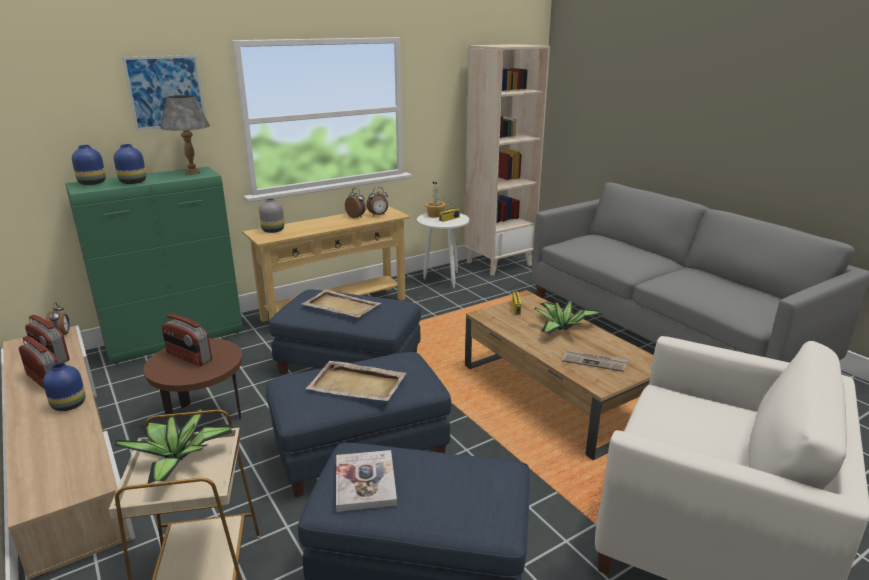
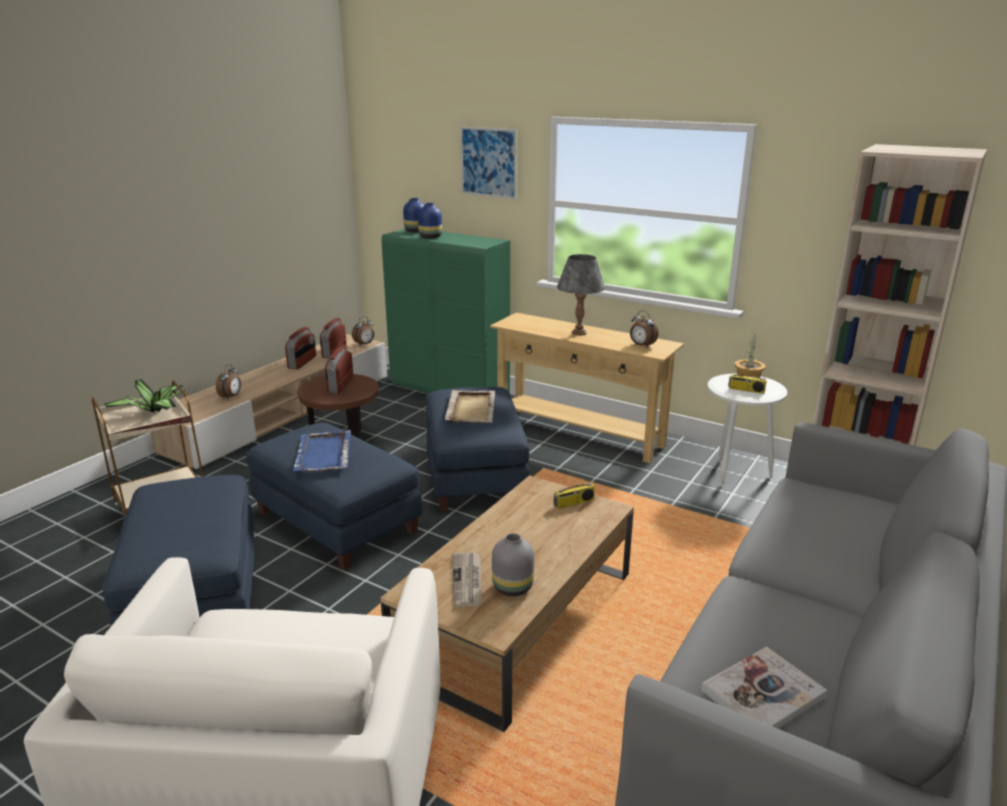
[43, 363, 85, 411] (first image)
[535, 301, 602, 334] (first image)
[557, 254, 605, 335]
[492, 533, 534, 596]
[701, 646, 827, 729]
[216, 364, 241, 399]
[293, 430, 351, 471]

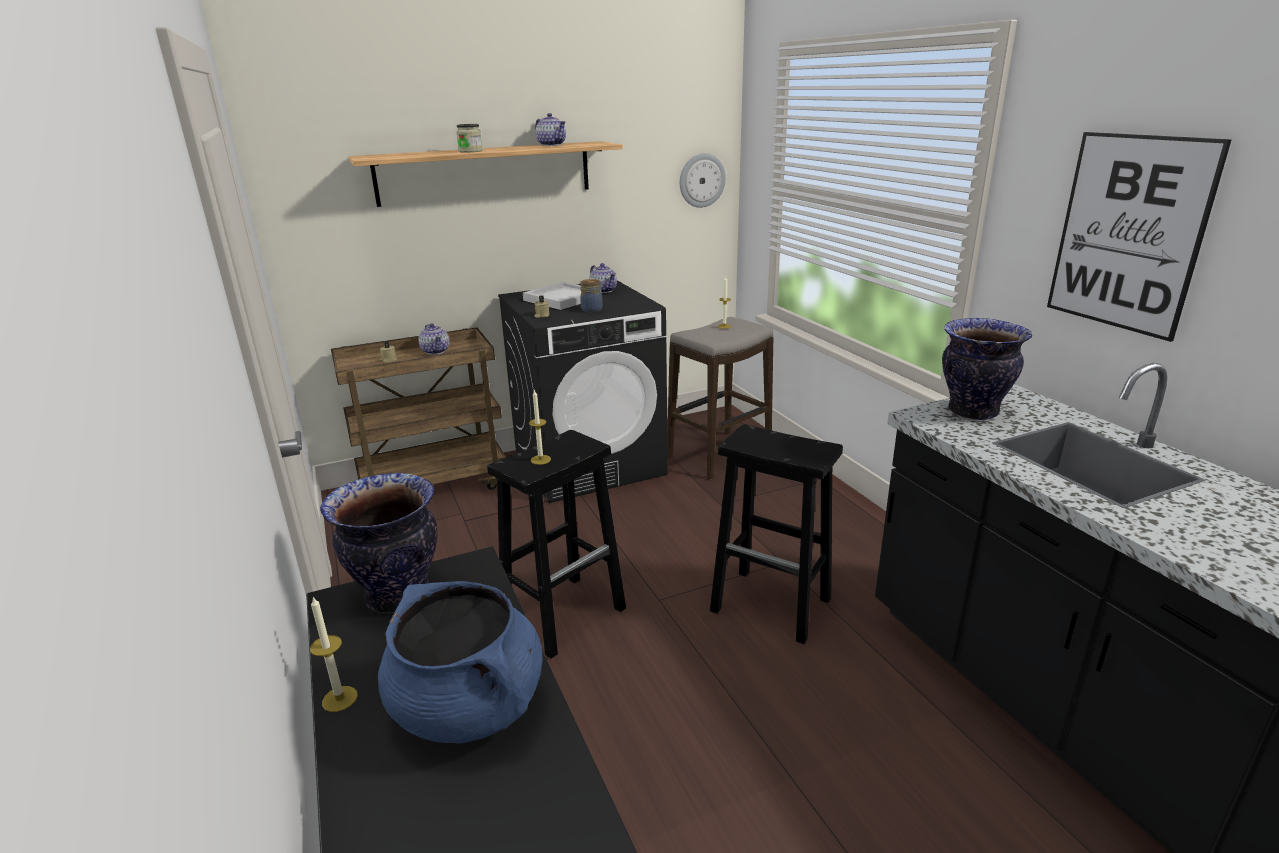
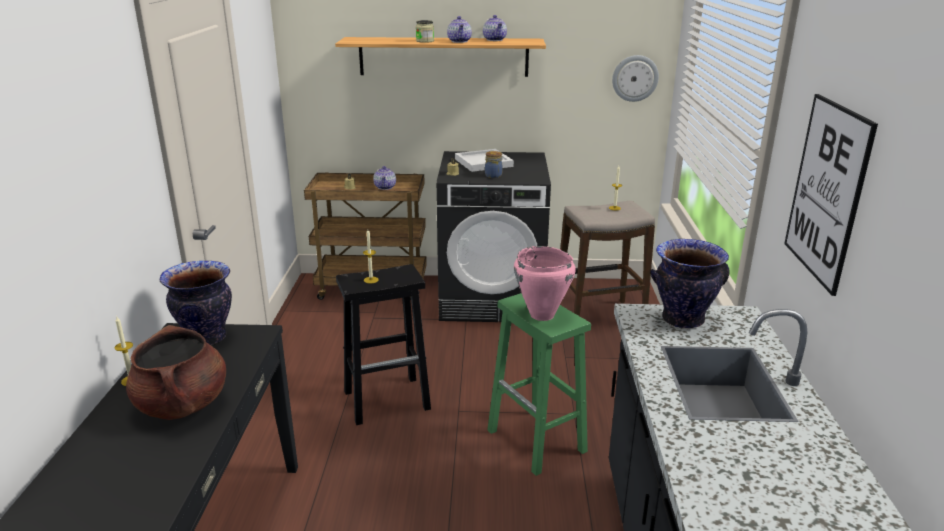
[514, 246, 576, 321]
[447, 16, 472, 43]
[126, 325, 226, 420]
[487, 293, 591, 476]

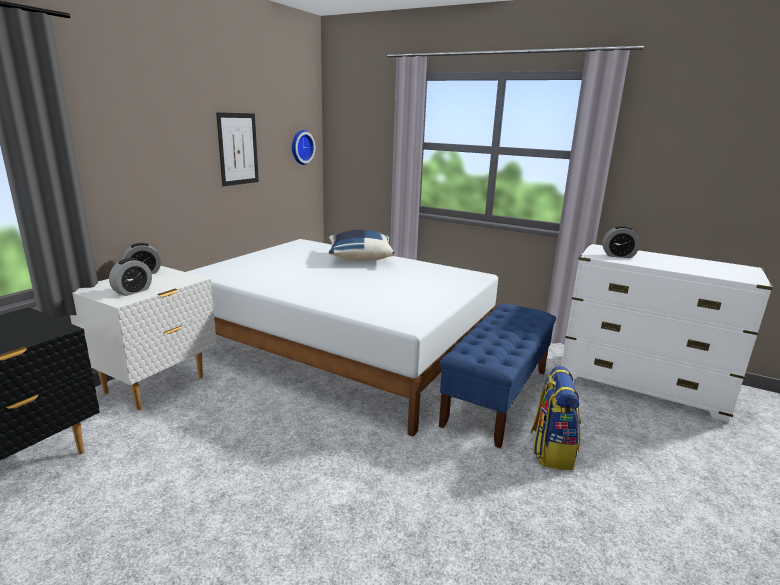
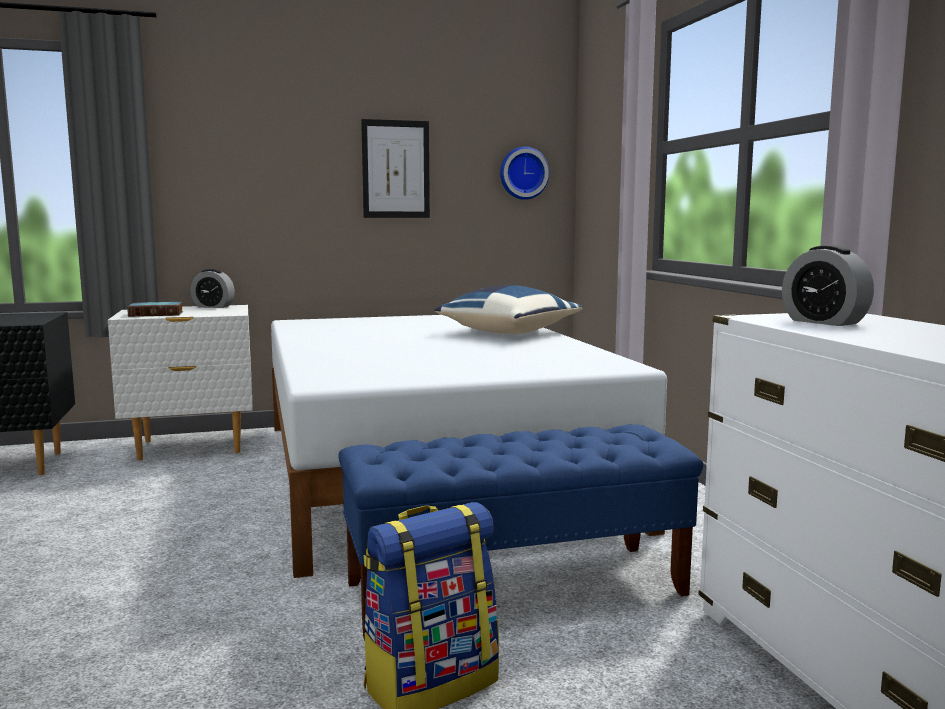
[127, 302, 183, 317]

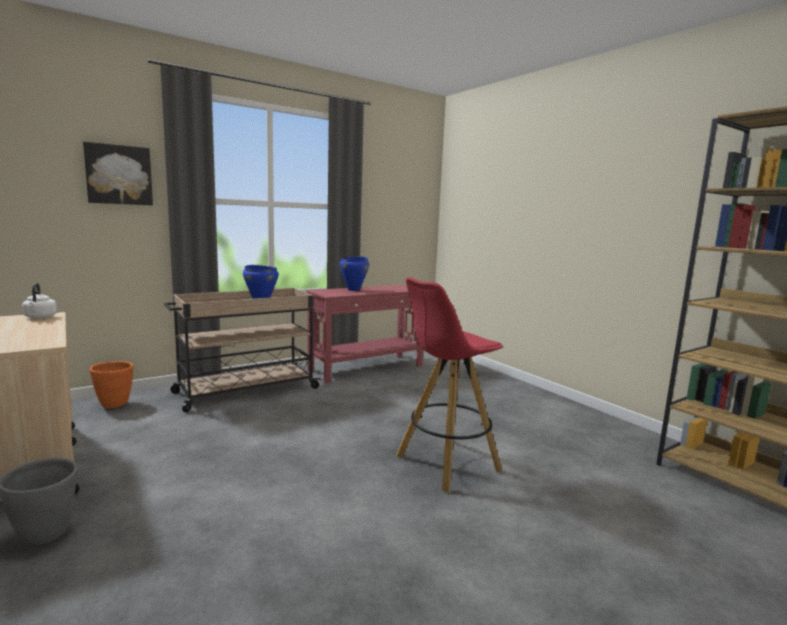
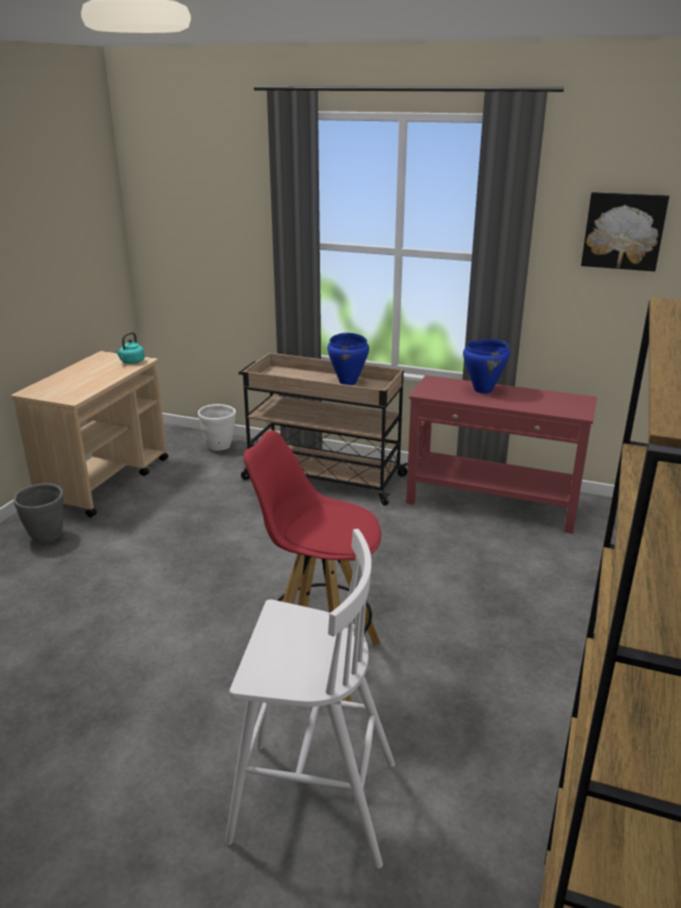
[225, 529, 395, 869]
[581, 192, 669, 271]
[115, 332, 145, 364]
[198, 404, 236, 451]

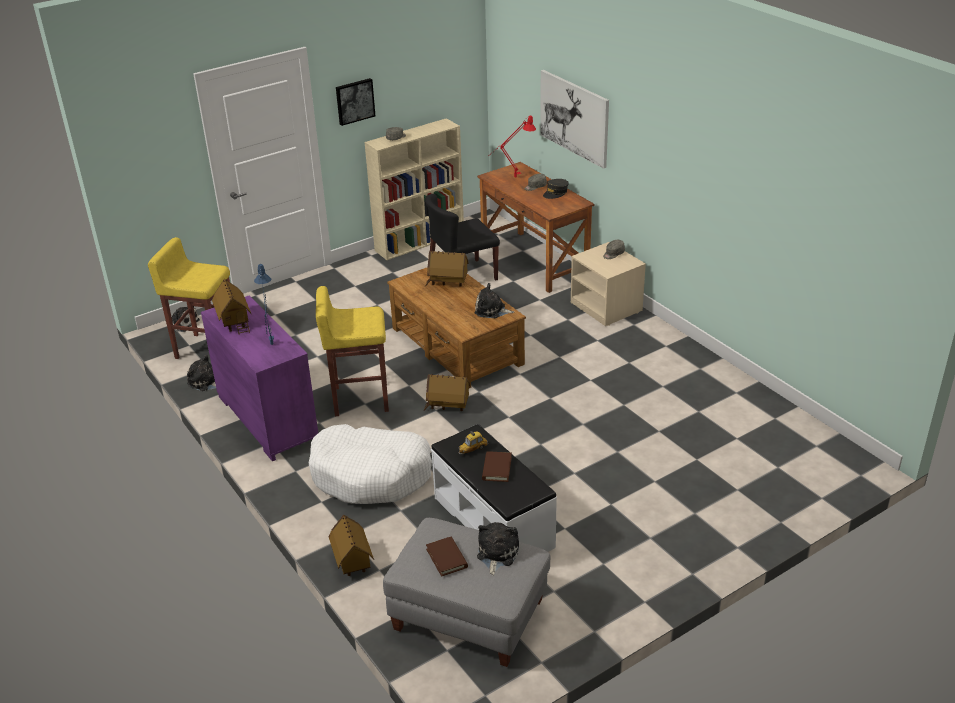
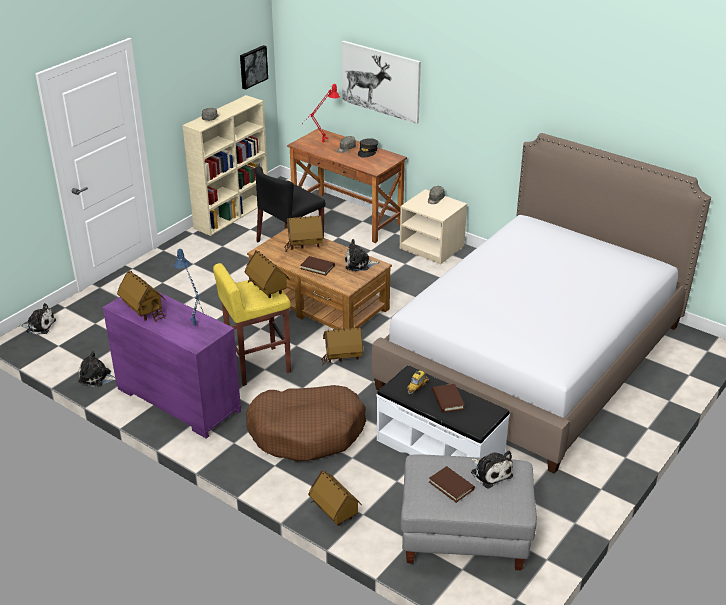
[148, 237, 230, 359] (first image)
[244, 250, 290, 298]
[300, 256, 335, 276]
[371, 133, 711, 474]
[240, 45, 268, 90]
[246, 385, 366, 461]
[471, 451, 513, 488]

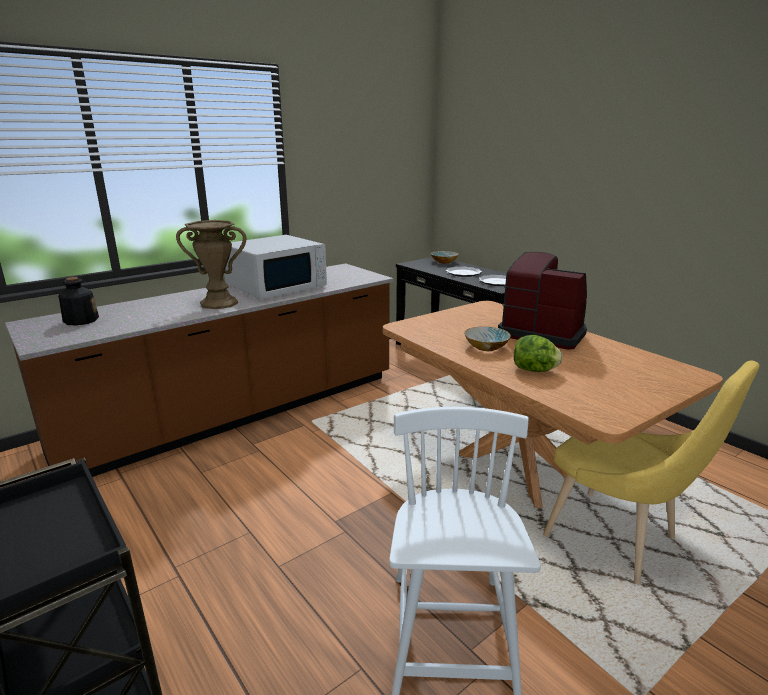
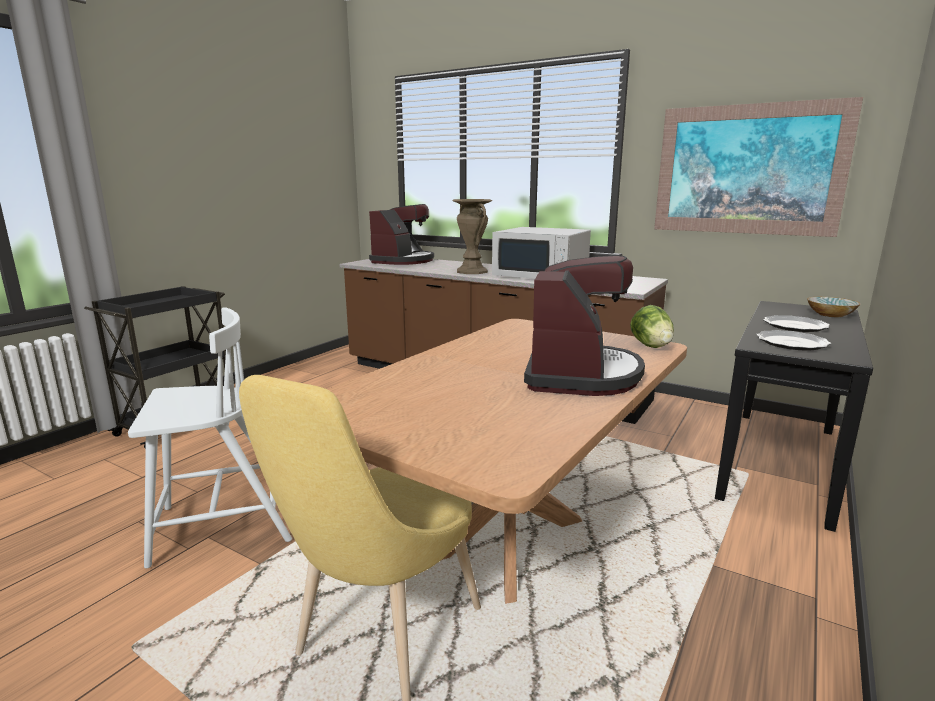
[464, 326, 511, 351] (first image)
[654, 97, 863, 237]
[630, 305, 674, 348]
[369, 204, 434, 265]

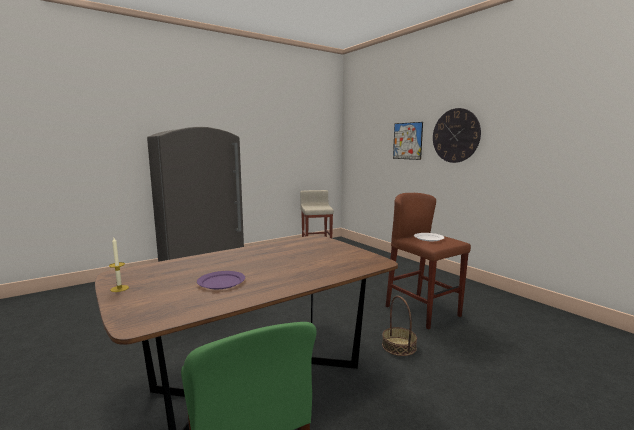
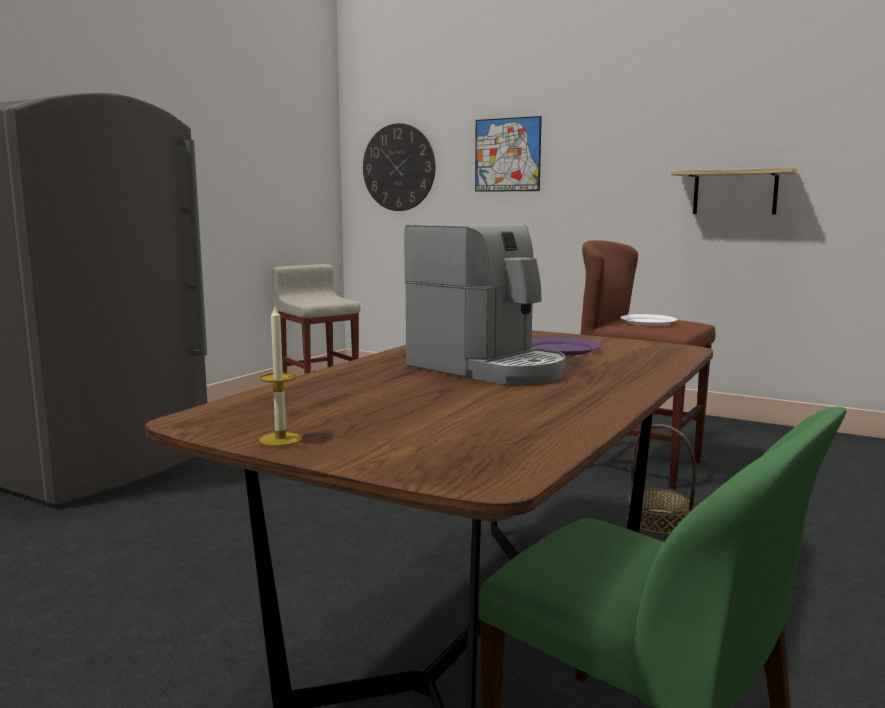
[404, 223, 566, 385]
[670, 168, 798, 215]
[532, 337, 601, 356]
[363, 123, 435, 211]

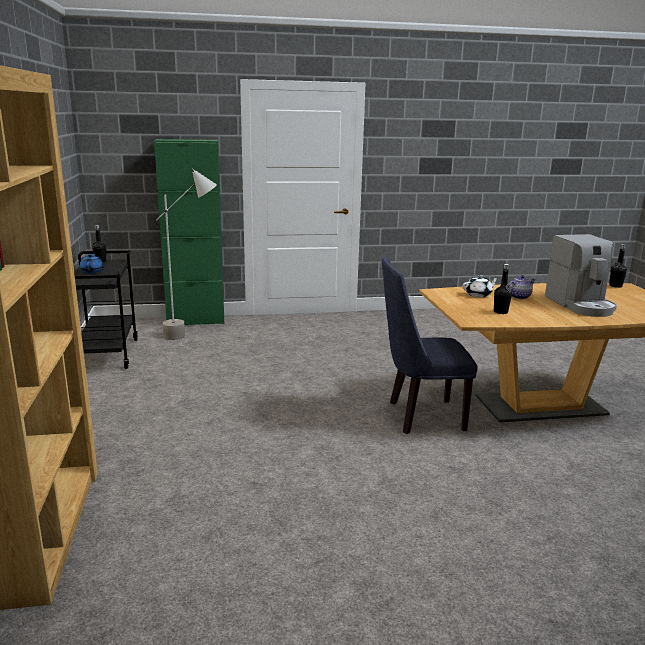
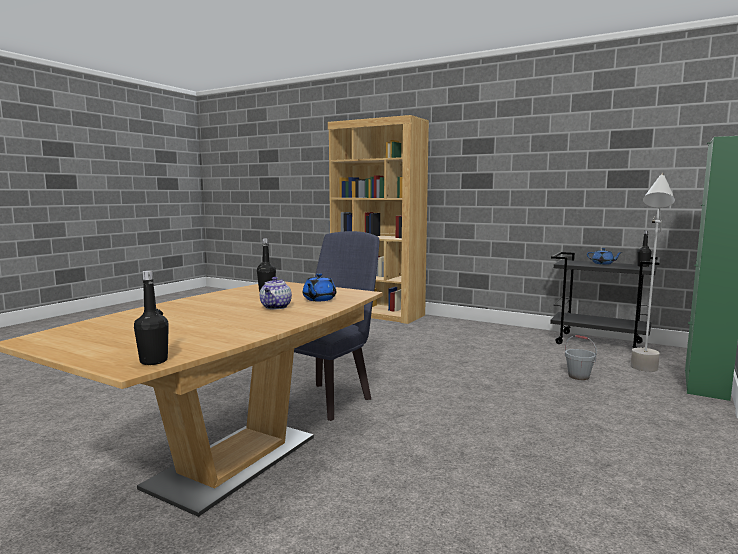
[545, 234, 617, 317] (first image)
[565, 335, 597, 380]
[303, 273, 336, 301]

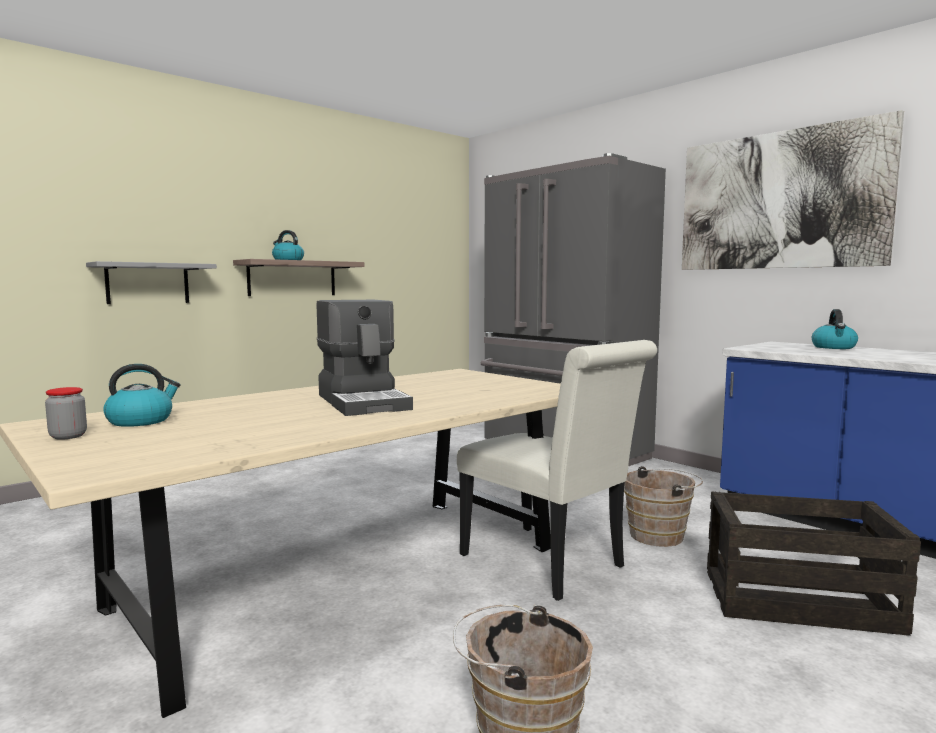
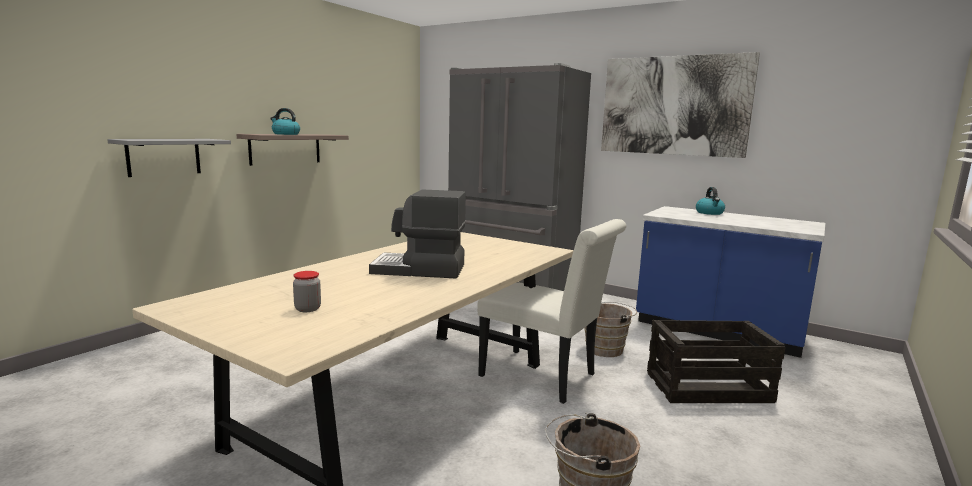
[103, 364, 181, 427] (first image)
[293, 271, 321, 312]
[369, 189, 466, 279]

